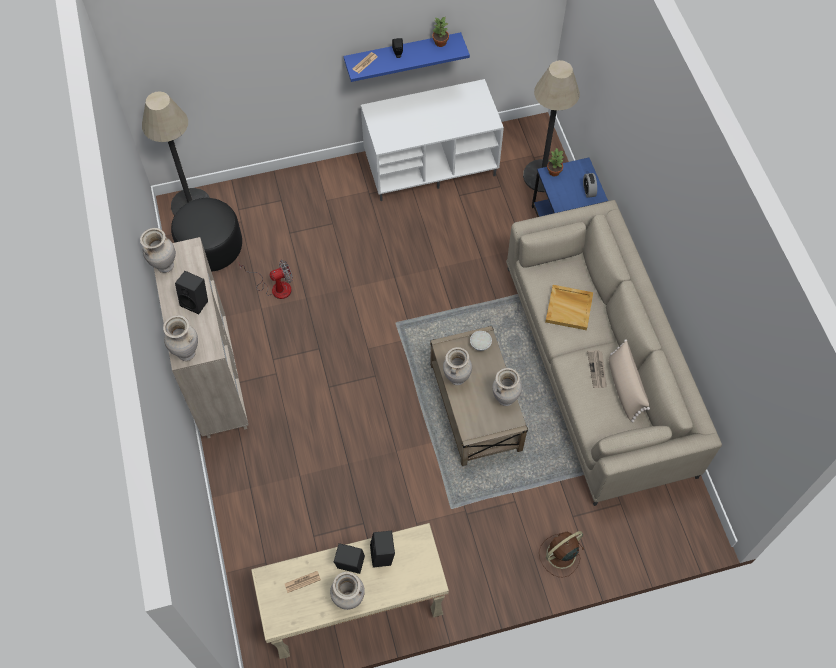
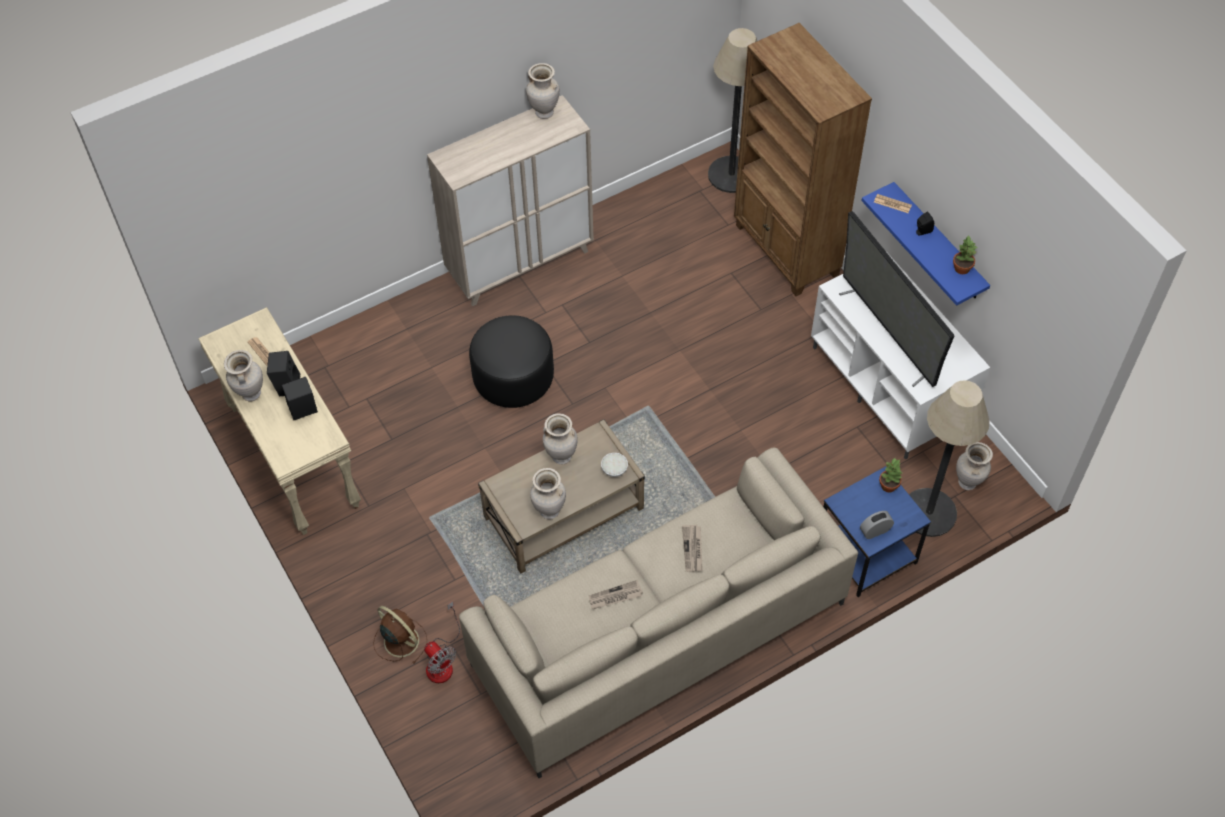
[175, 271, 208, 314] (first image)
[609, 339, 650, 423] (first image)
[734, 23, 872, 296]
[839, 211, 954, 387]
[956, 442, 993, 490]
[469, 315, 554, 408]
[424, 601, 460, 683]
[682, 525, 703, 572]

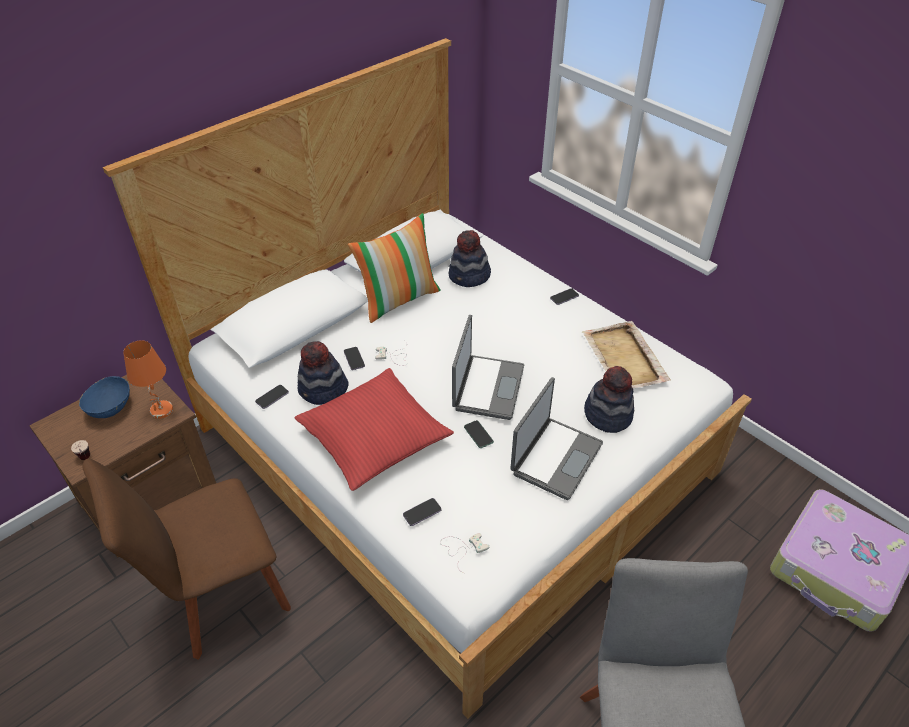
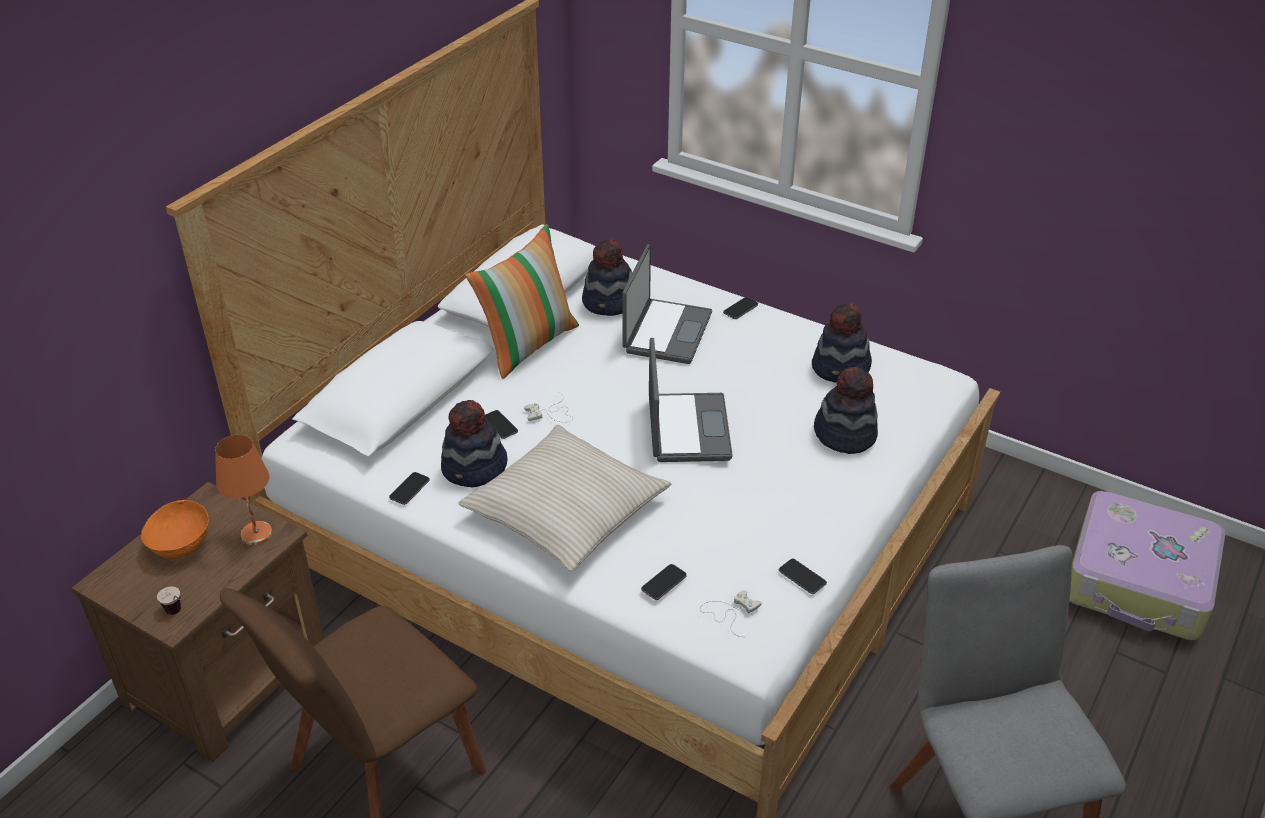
[779, 559, 827, 594]
[622, 244, 712, 364]
[812, 302, 872, 383]
[141, 500, 209, 558]
[459, 425, 671, 572]

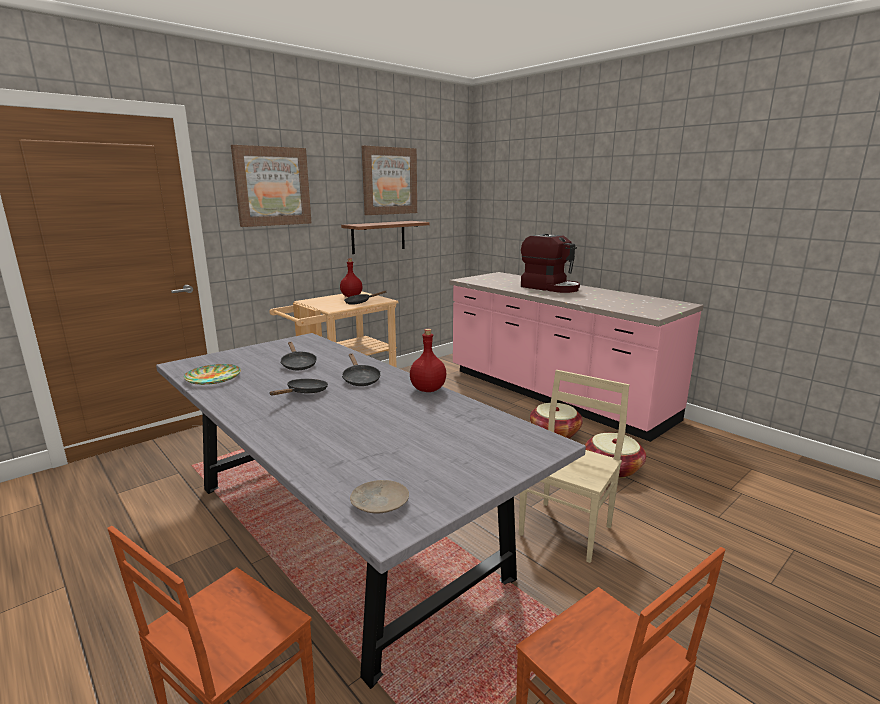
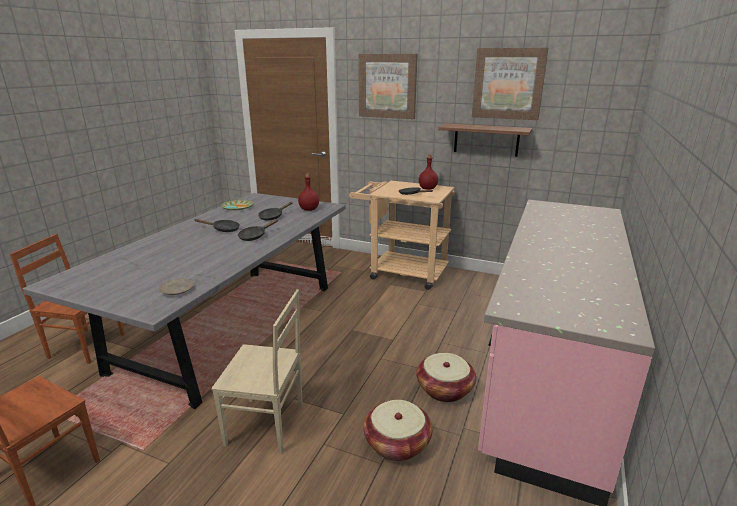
[521, 234, 580, 293] (first image)
[159, 278, 194, 295]
[298, 174, 319, 211]

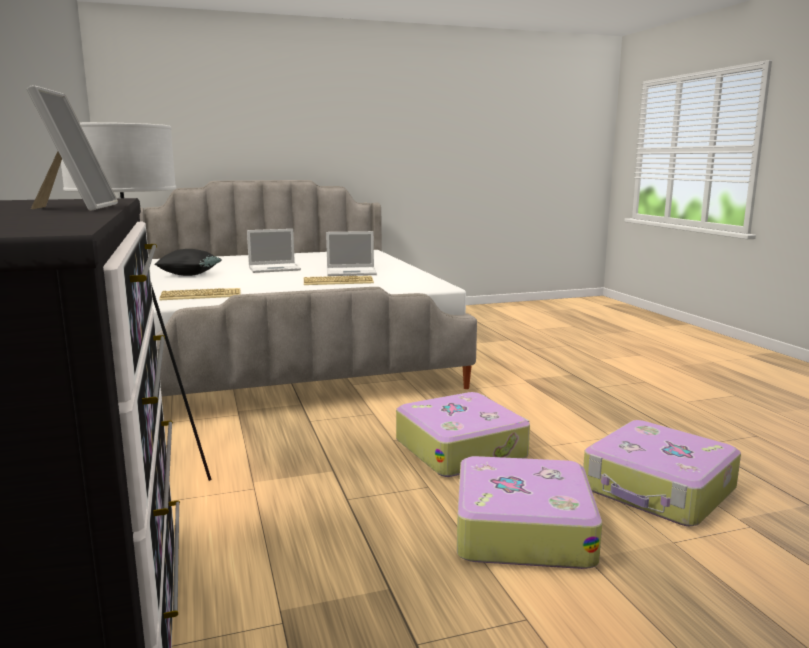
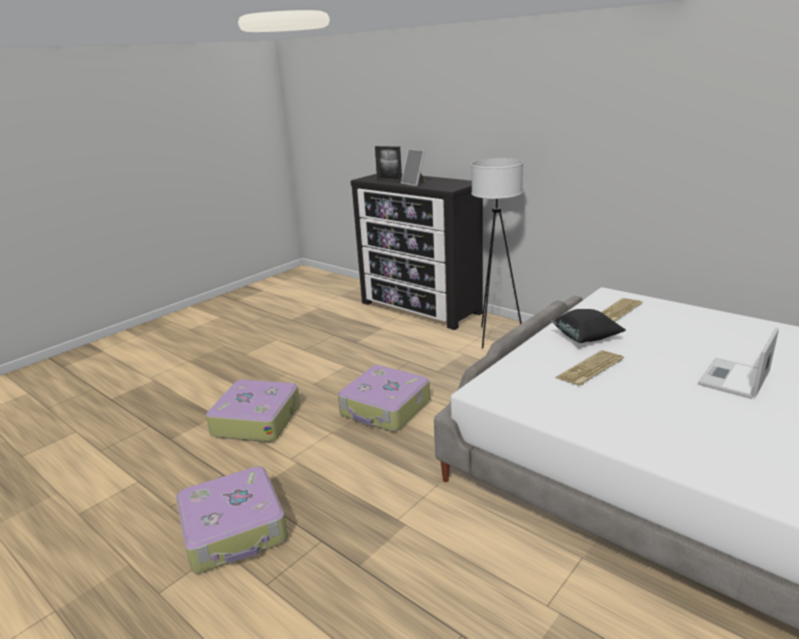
[326, 231, 377, 276] (first image)
[375, 146, 402, 183]
[551, 309, 626, 343]
[176, 467, 288, 573]

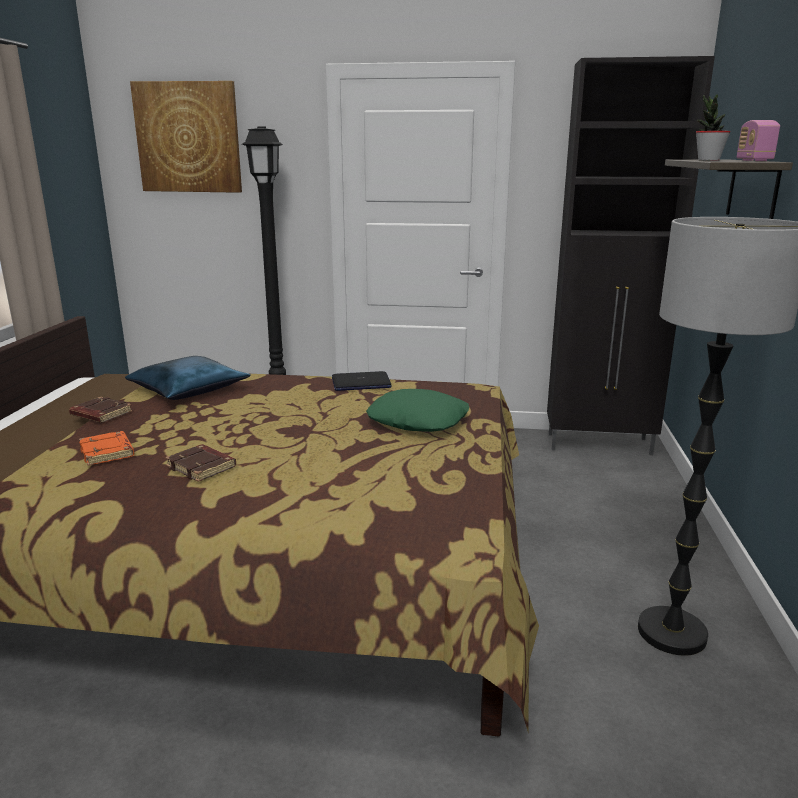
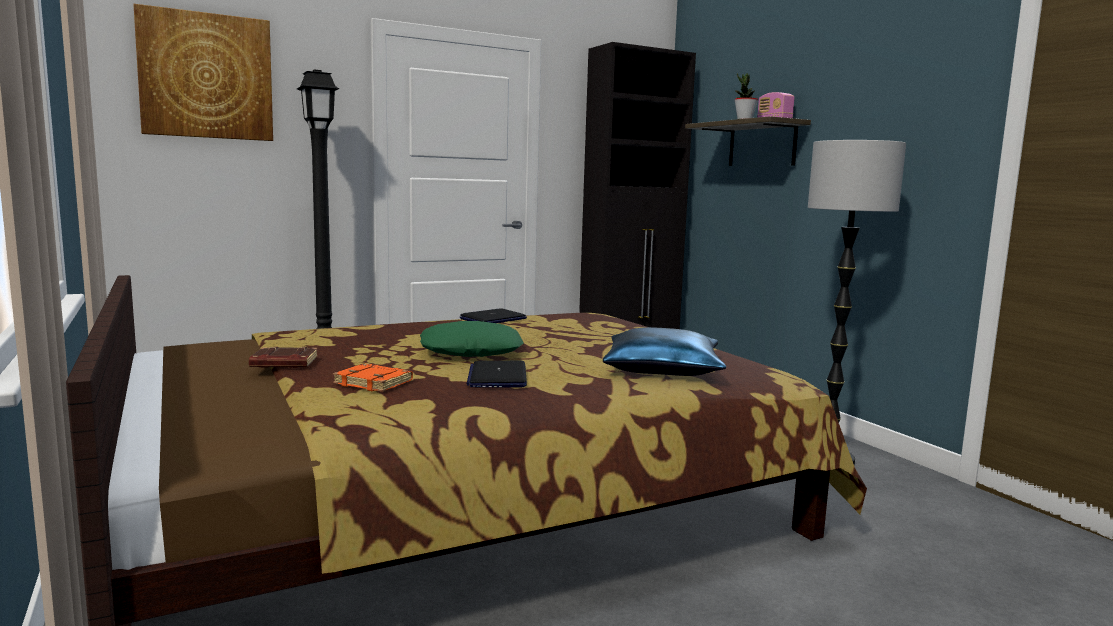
[603, 327, 726, 376]
[420, 321, 523, 357]
[466, 361, 527, 388]

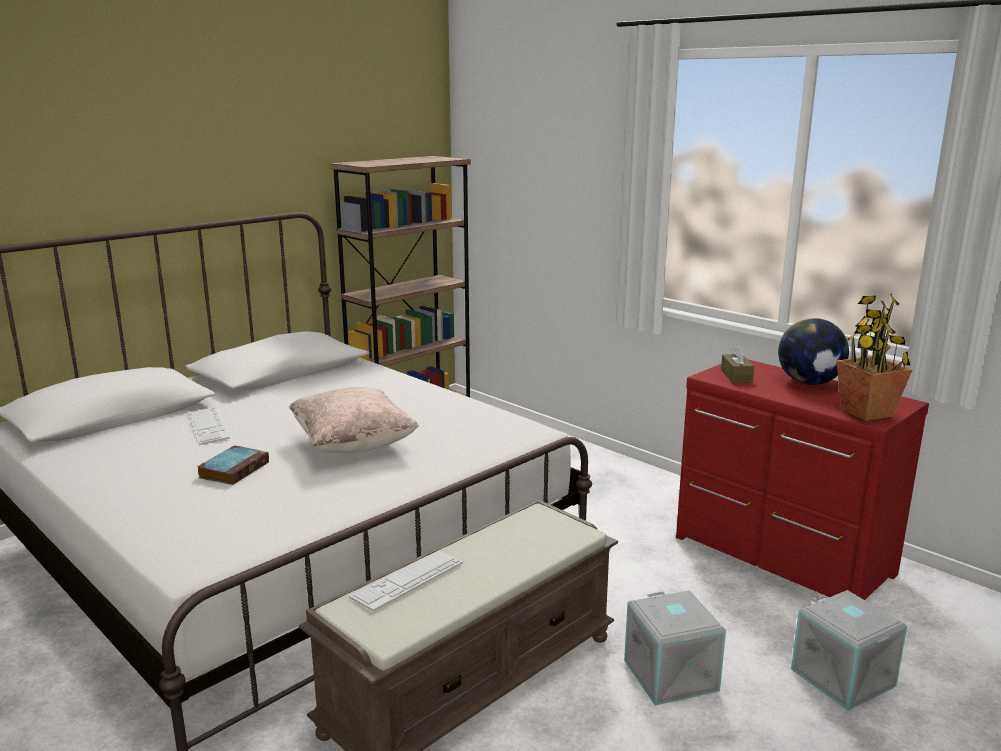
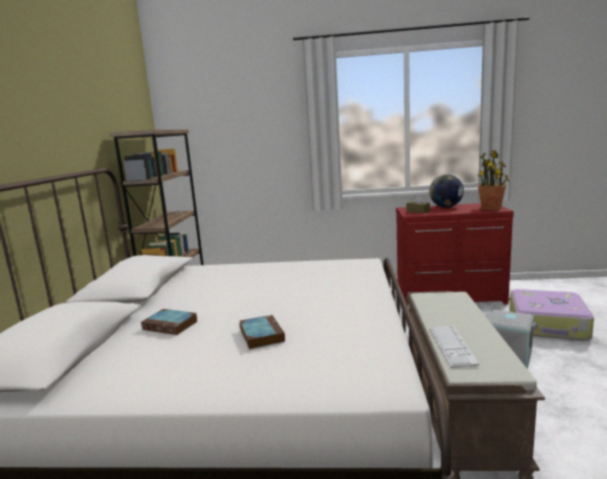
[289, 387, 419, 453] (first image)
[141, 309, 198, 335]
[510, 289, 594, 340]

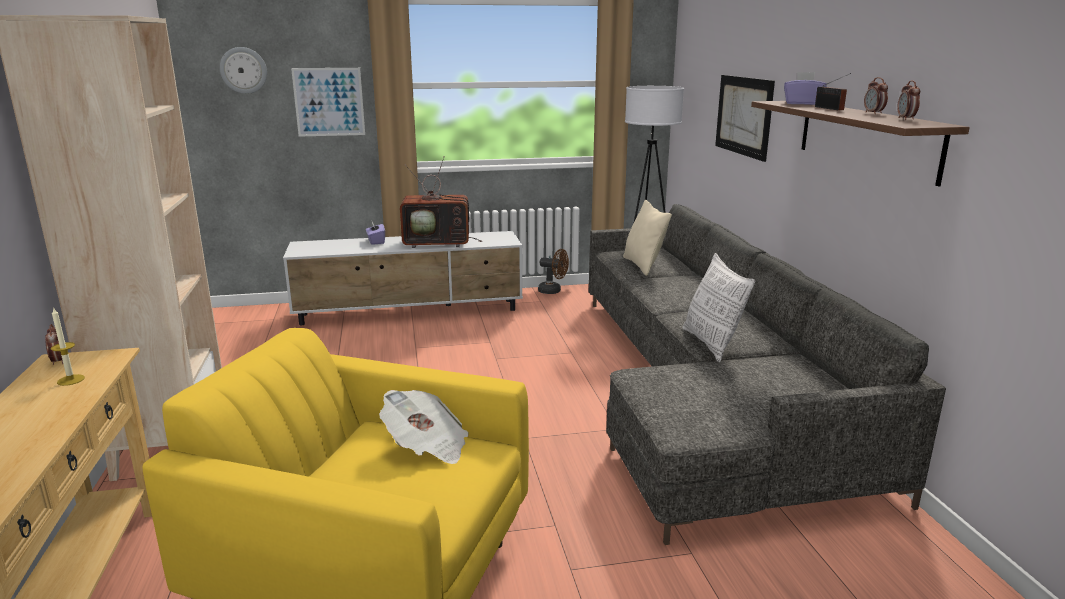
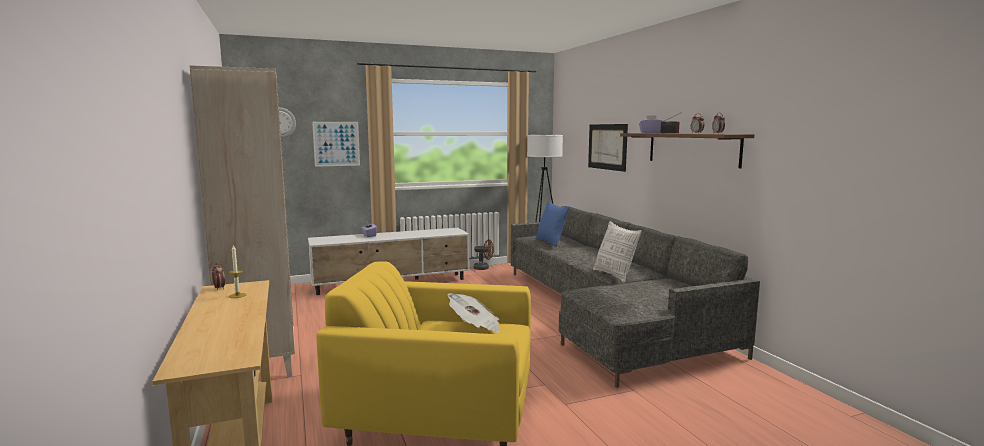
[400, 156, 482, 248] (first image)
[536, 201, 570, 247]

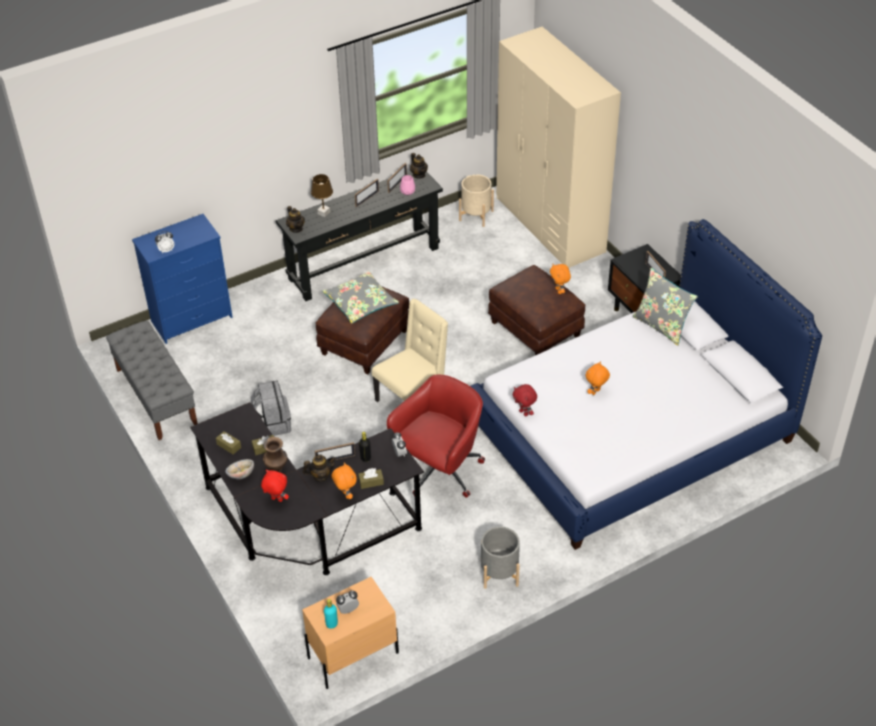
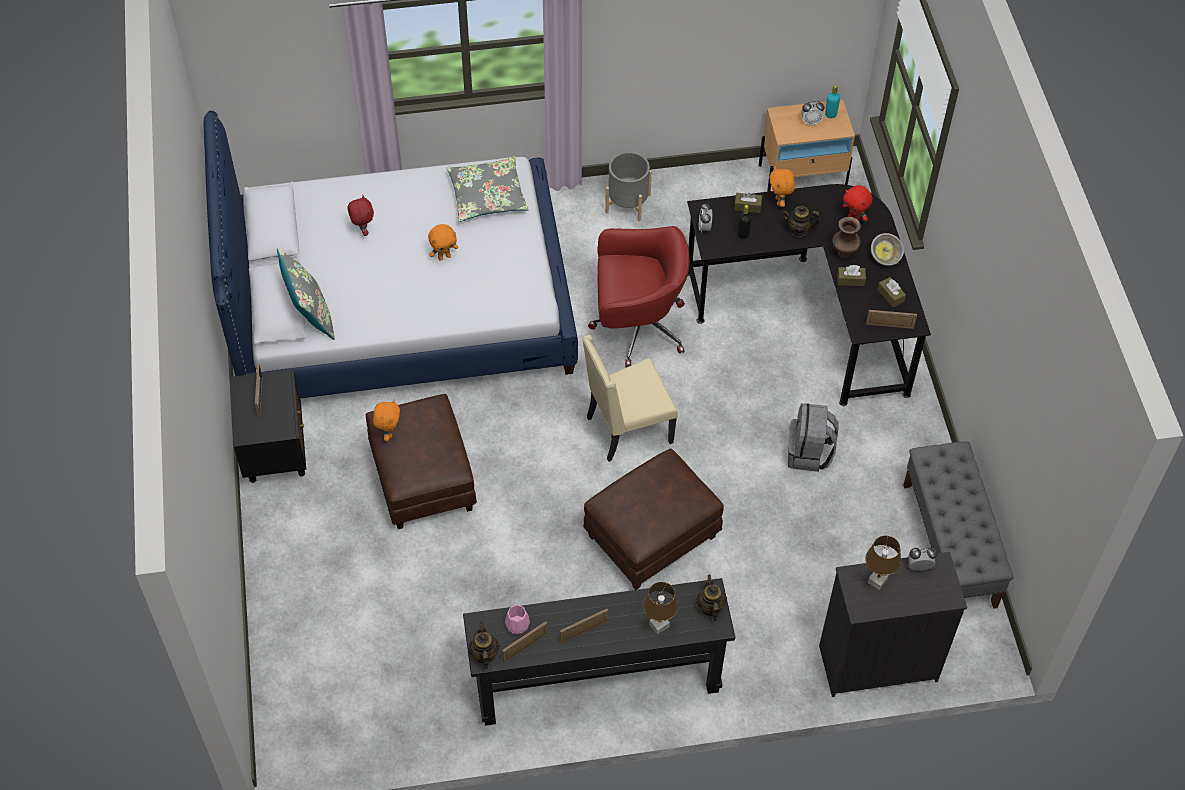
[459, 174, 494, 227] (first image)
[496, 26, 621, 268] (first image)
[866, 536, 901, 590]
[866, 310, 917, 329]
[446, 156, 529, 222]
[347, 195, 374, 236]
[819, 552, 967, 697]
[588, 226, 690, 368]

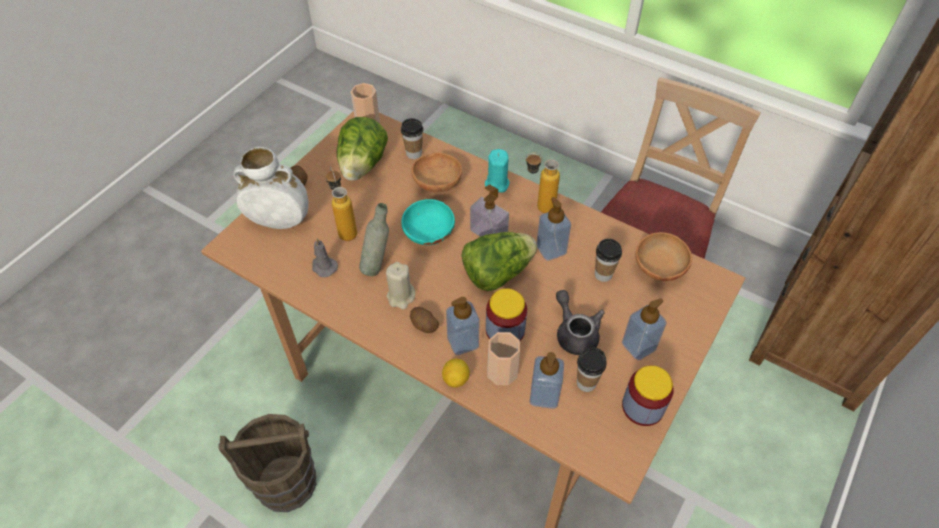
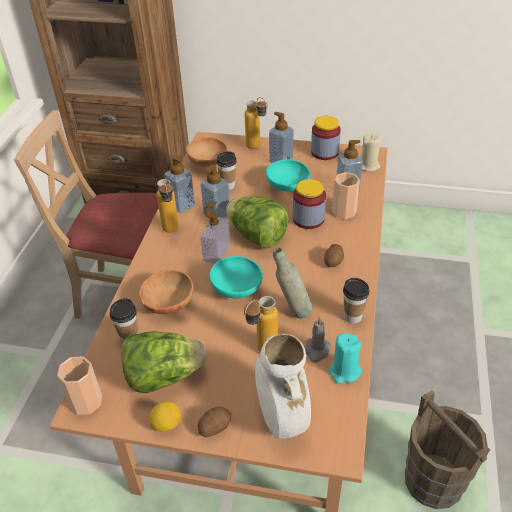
[245, 97, 267, 149]
[360, 134, 380, 171]
[149, 401, 181, 432]
[164, 156, 195, 213]
[329, 333, 362, 384]
[343, 278, 370, 324]
[266, 159, 310, 192]

